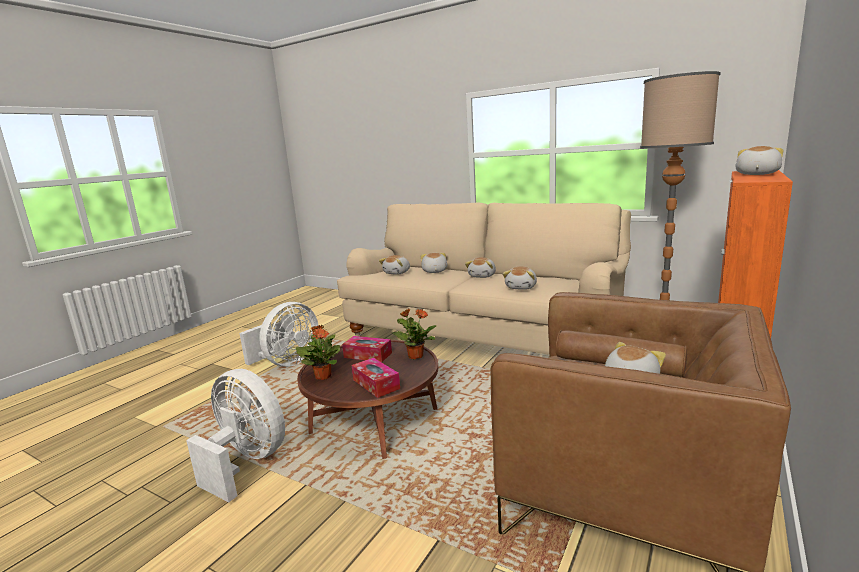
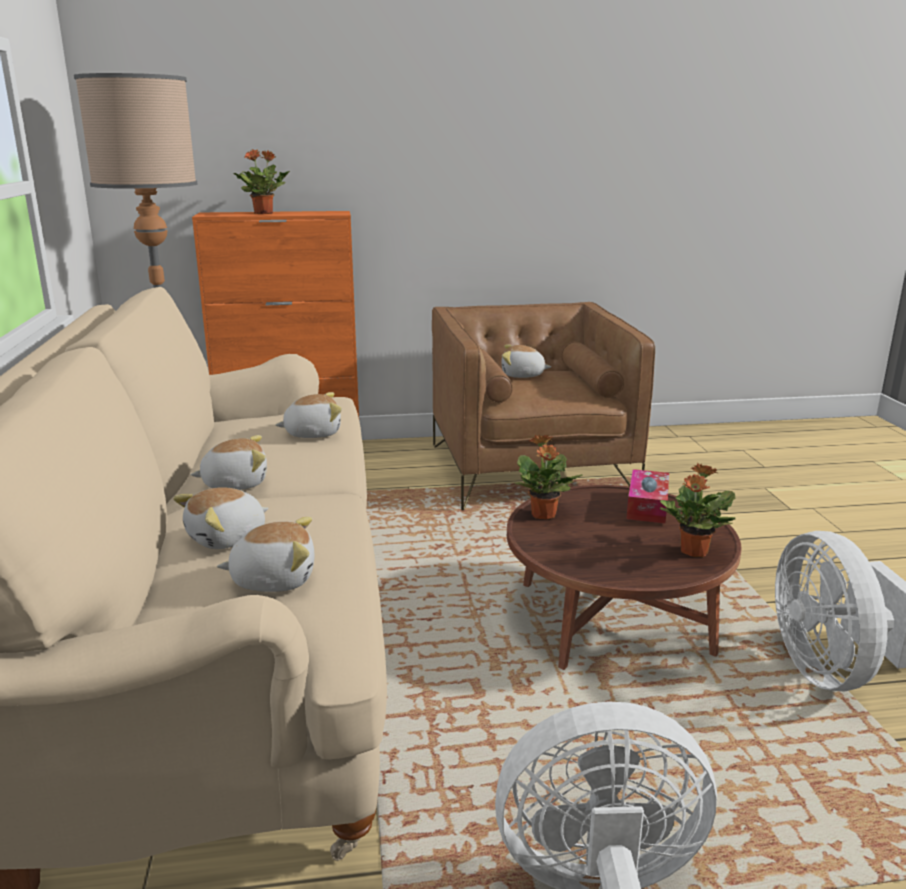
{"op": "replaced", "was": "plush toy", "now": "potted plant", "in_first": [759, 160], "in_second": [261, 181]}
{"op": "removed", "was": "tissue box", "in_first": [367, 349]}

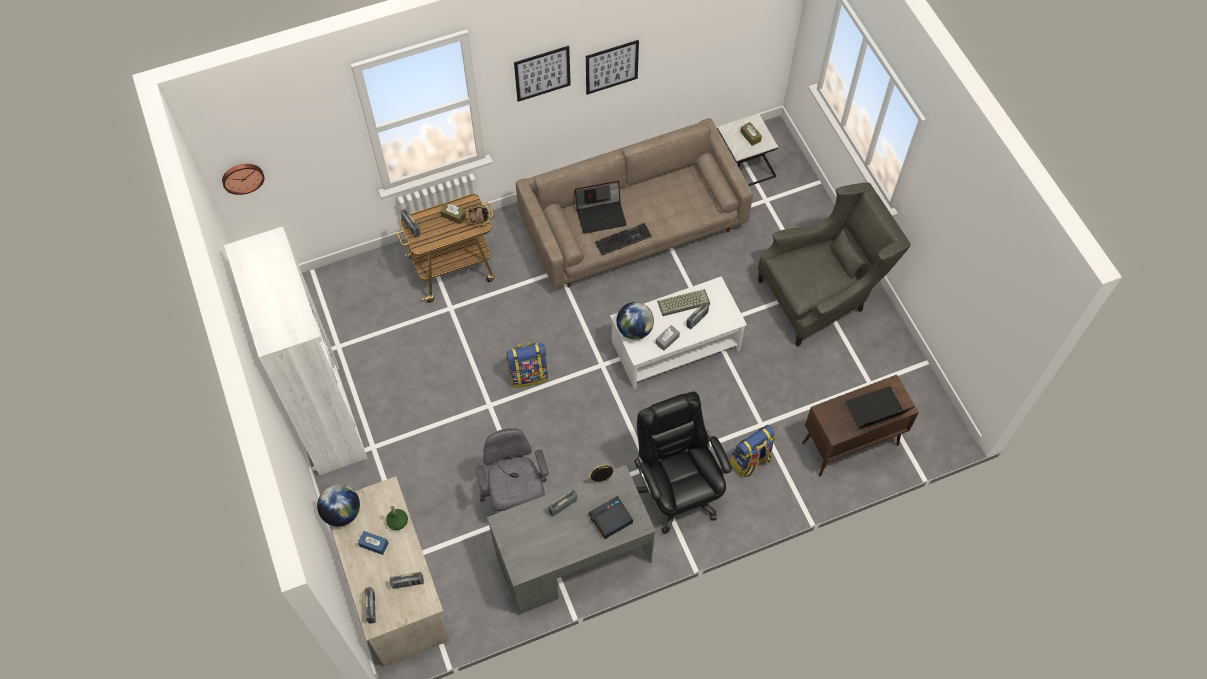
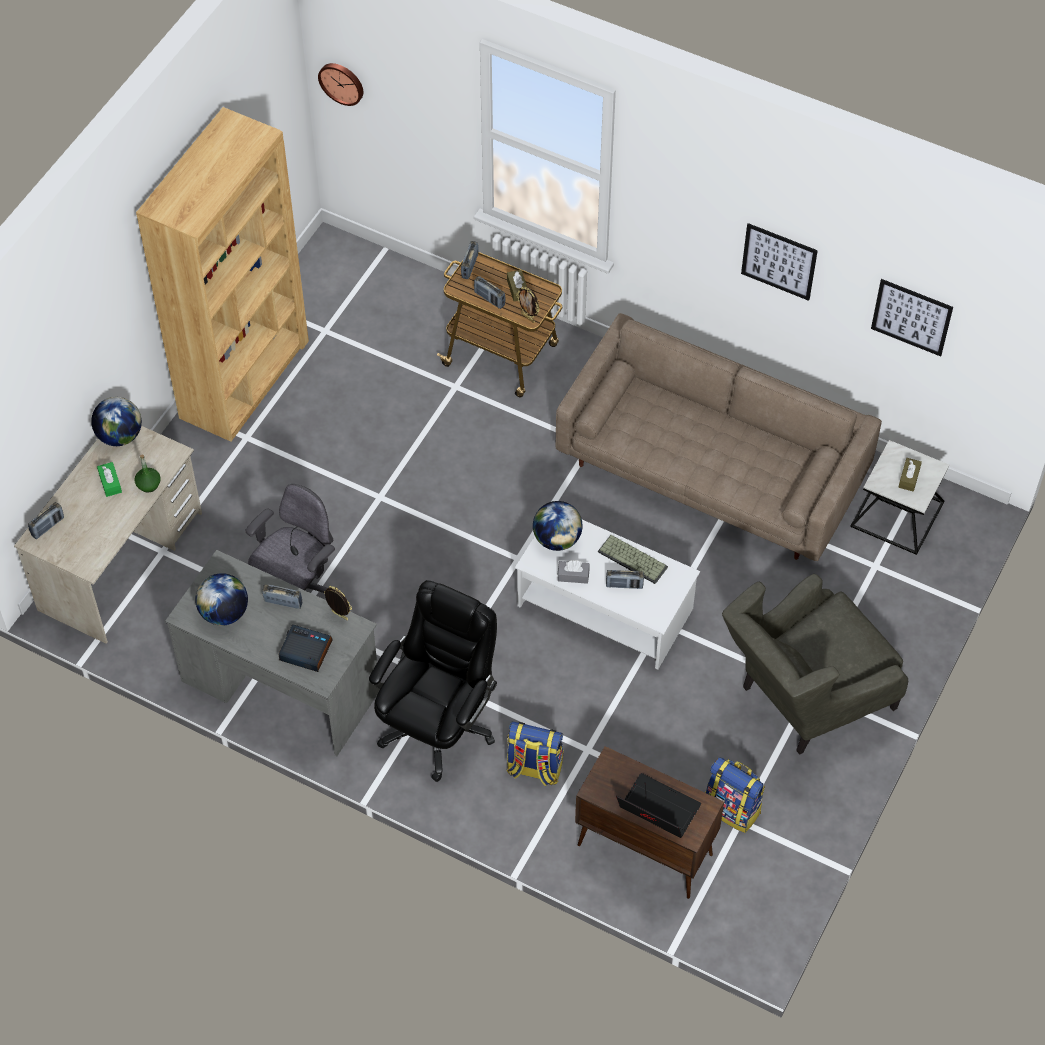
{"op": "recoloured", "was": "tissue box/blue", "now": "tissue box/green", "in_first": [373, 543], "in_second": [109, 479]}
{"op": "recoloured", "was": "bookcase/white", "now": "bookcase/brown", "in_first": [295, 351], "in_second": [222, 274]}
{"op": "added", "now": "globe", "in_second": [221, 599]}
{"op": "moved", "was": "radio", "in_first": [407, 580], "in_second": [489, 292]}
{"op": "moved", "was": "backpack", "in_first": [527, 365], "in_second": [735, 795]}
{"op": "turned", "was": "armchair/grey", "in_first": [834, 264], "in_second": [815, 664], "clockwise": 120}
{"op": "moved", "was": "picture", "in_first": [542, 74], "in_second": [912, 318]}
{"op": "removed", "was": "laptop", "in_first": [601, 207]}
{"op": "removed", "was": "keyboard", "in_first": [623, 239]}

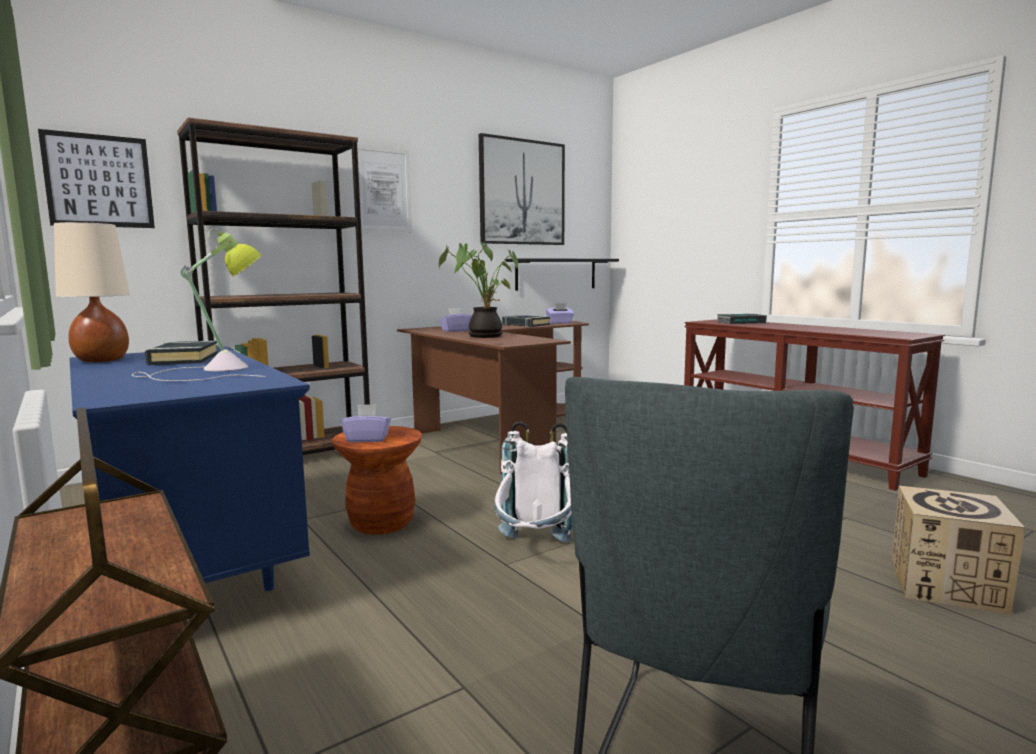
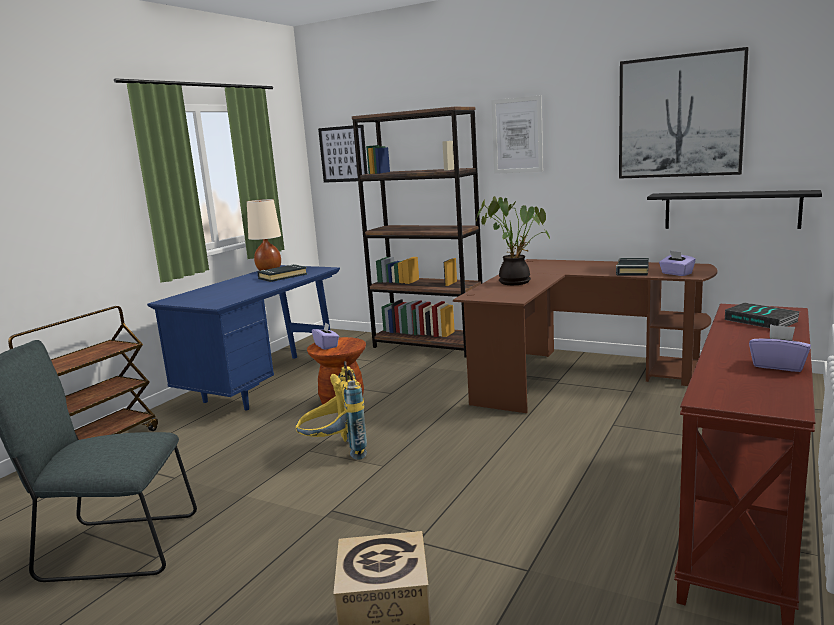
{"op": "recoloured", "was": "backpack/white", "now": "backpack/yellow", "in_first": [533, 482], "in_second": [331, 410]}
{"op": "moved", "was": "tissue box/purple", "in_first": [455, 320], "in_second": [780, 348]}
{"op": "removed", "was": "table lamp", "in_first": [199, 305]}

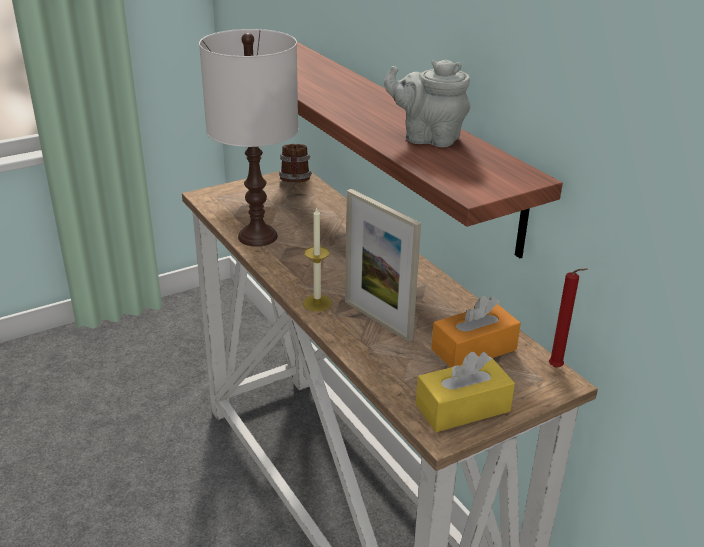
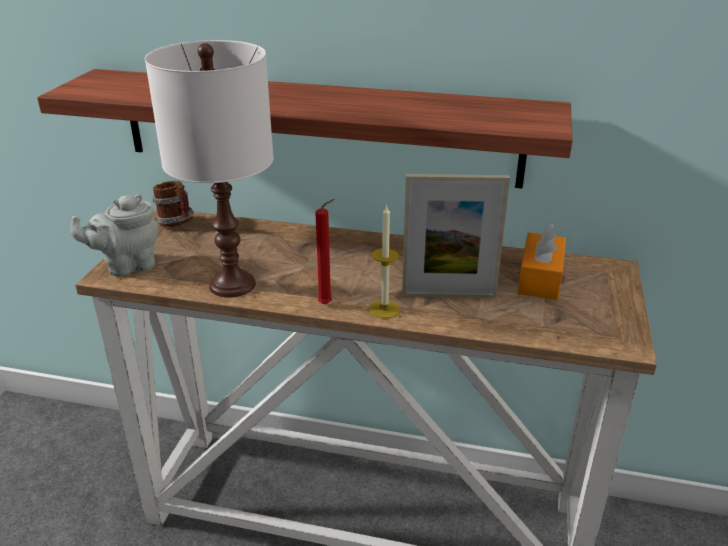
{"op": "moved", "was": "teapot/grey", "in_first": [427, 103], "in_second": [114, 235]}
{"op": "moved", "was": "candle/red", "in_first": [568, 318], "in_second": [325, 251]}
{"op": "removed", "was": "tissue box/yellow", "in_first": [465, 392]}

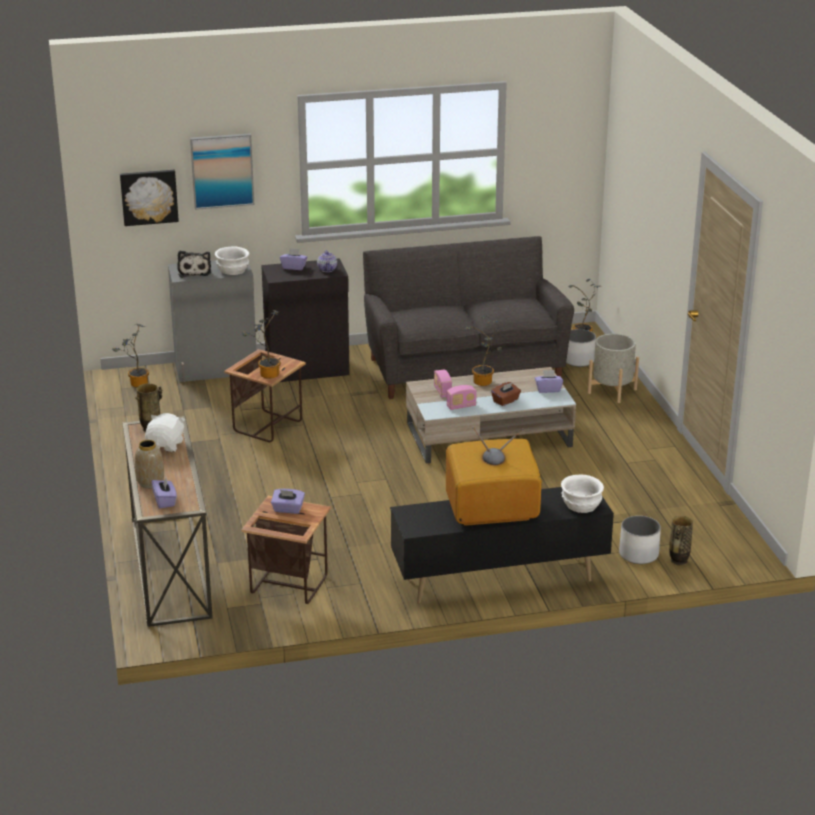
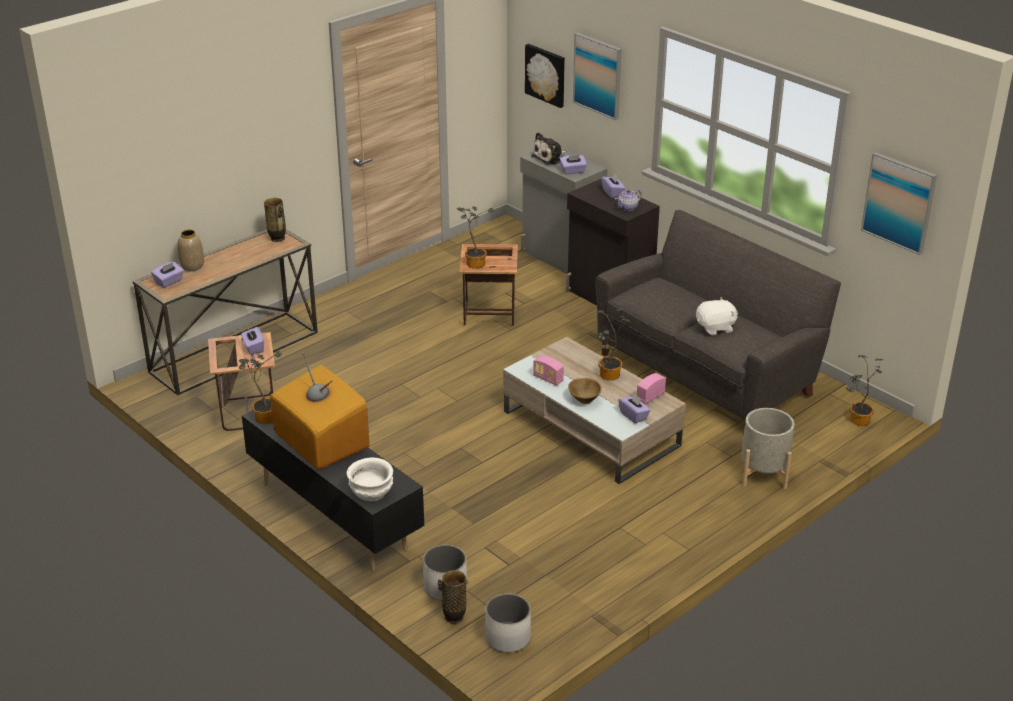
{"op": "moved", "was": "potted plant", "in_first": [130, 355], "in_second": [260, 387]}
{"op": "moved", "was": "planter/white", "in_first": [581, 348], "in_second": [508, 623]}
{"op": "replaced", "was": "bowl/white", "now": "tissue box/purple", "in_first": [232, 260], "in_second": [573, 165]}
{"op": "replaced", "was": "tissue box/brown", "now": "bowl/brown", "in_first": [506, 394], "in_second": [585, 391]}
{"op": "moved", "was": "radio", "in_first": [443, 384], "in_second": [651, 389]}
{"op": "moved", "was": "plush toy/white", "in_first": [165, 432], "in_second": [717, 316]}
{"op": "added", "now": "picture", "in_second": [899, 203]}

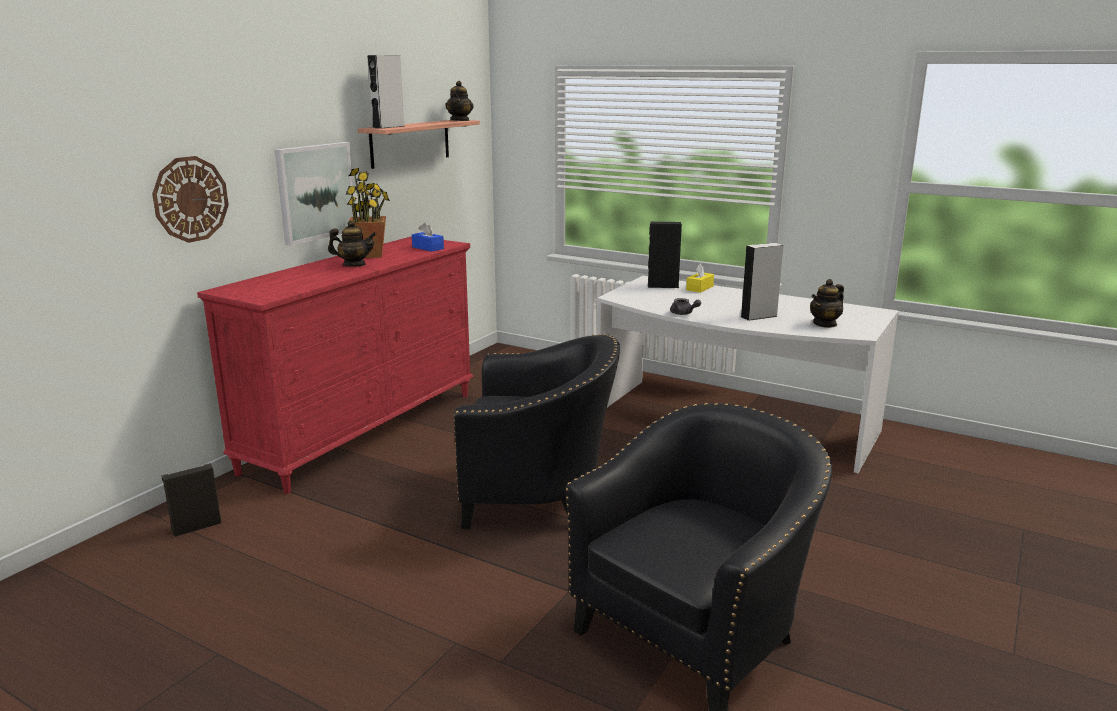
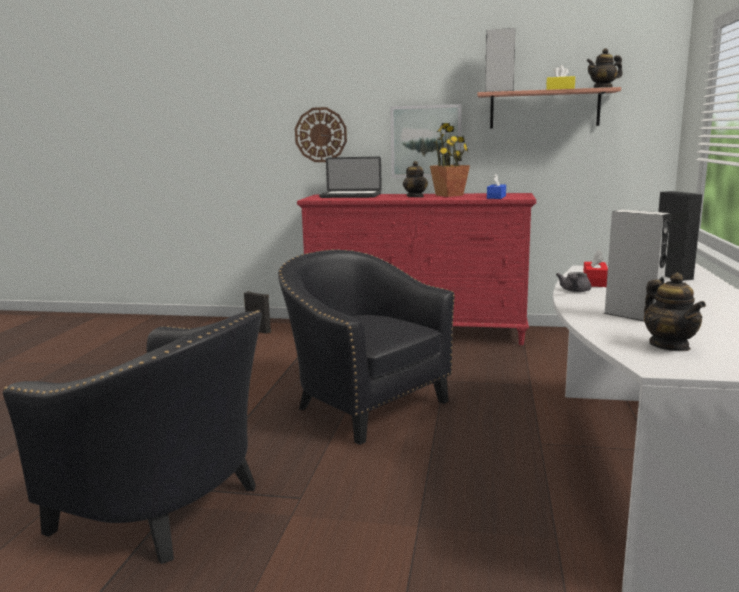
{"op": "turned", "was": "armchair/black", "in_first": [537, 431], "in_second": [366, 347], "clockwise": 150}
{"op": "added", "now": "laptop", "in_second": [350, 177]}
{"op": "moved", "was": "tissue box/yellow", "in_first": [700, 278], "in_second": [560, 77]}
{"op": "added", "now": "tissue box/red", "in_second": [595, 268]}
{"op": "turned", "was": "teapot", "in_first": [827, 303], "in_second": [675, 312], "clockwise": -135}

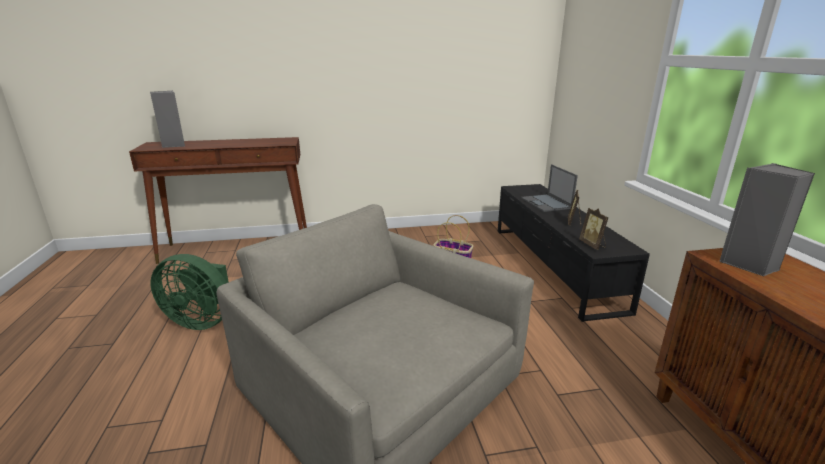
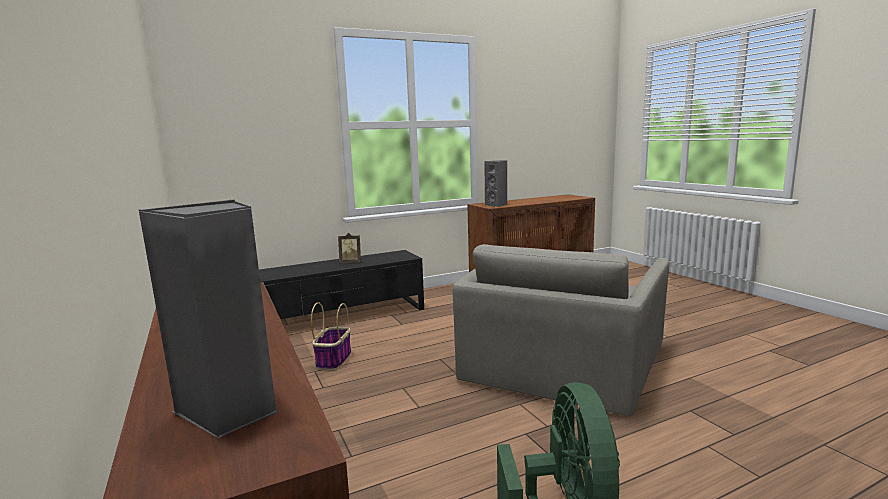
{"op": "removed", "was": "laptop", "in_first": [549, 188]}
{"op": "removed", "was": "picture frame", "in_first": [594, 229]}

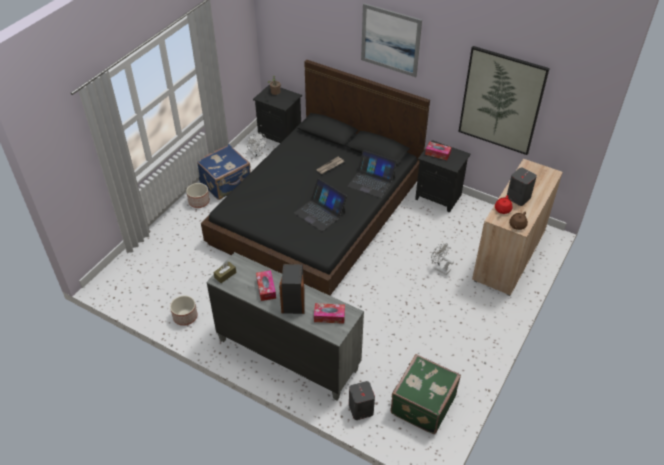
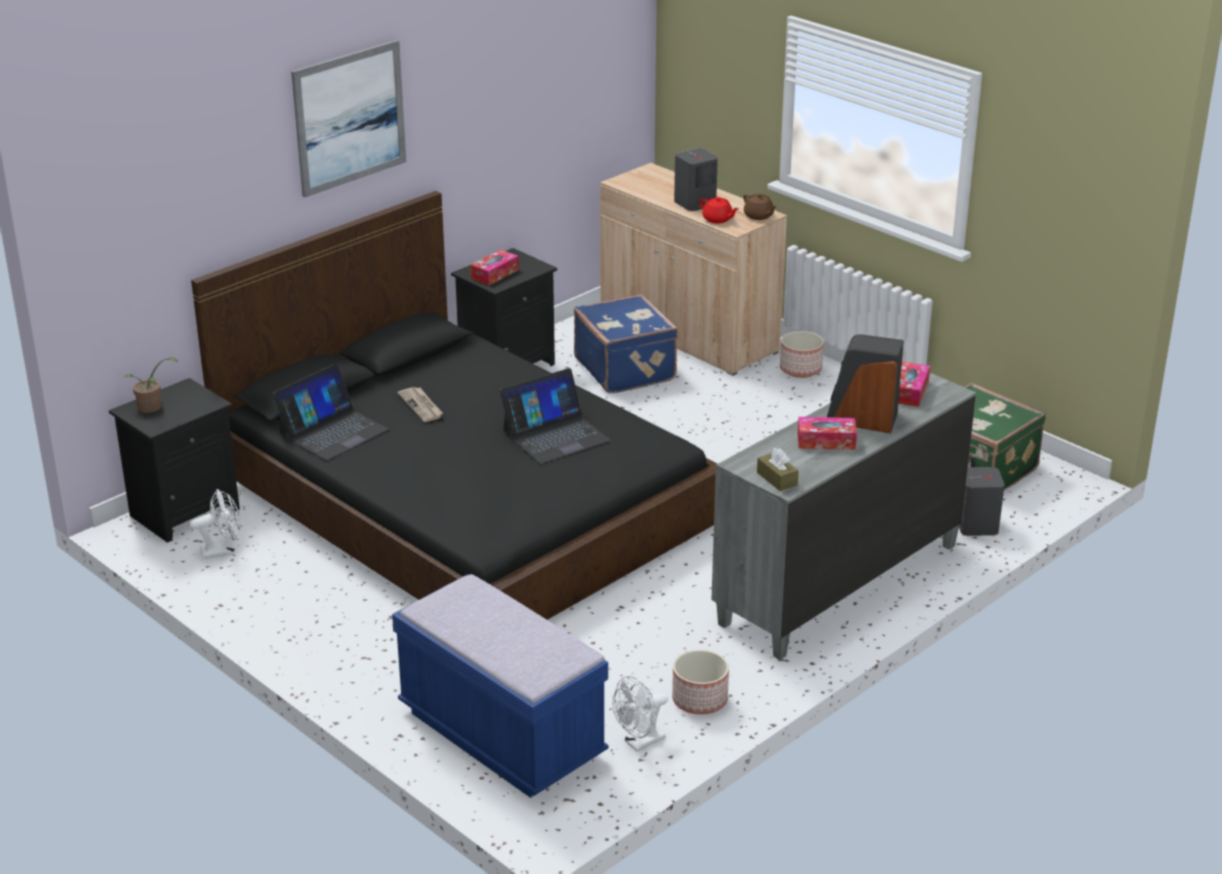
{"op": "moved", "was": "laptop", "in_first": [372, 174], "in_second": [331, 412]}
{"op": "added", "now": "bench/blue", "in_second": [500, 686]}
{"op": "moved", "was": "suitcase/blue", "in_first": [224, 172], "in_second": [626, 344]}
{"op": "moved", "was": "fan/white", "in_first": [442, 259], "in_second": [640, 714]}
{"op": "moved", "was": "planter", "in_first": [198, 195], "in_second": [802, 354]}
{"op": "removed", "was": "picture", "in_first": [504, 100]}

